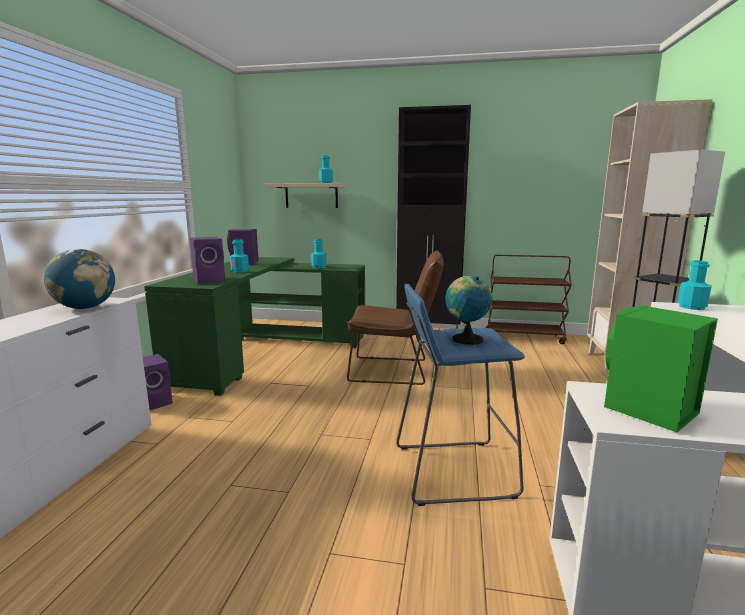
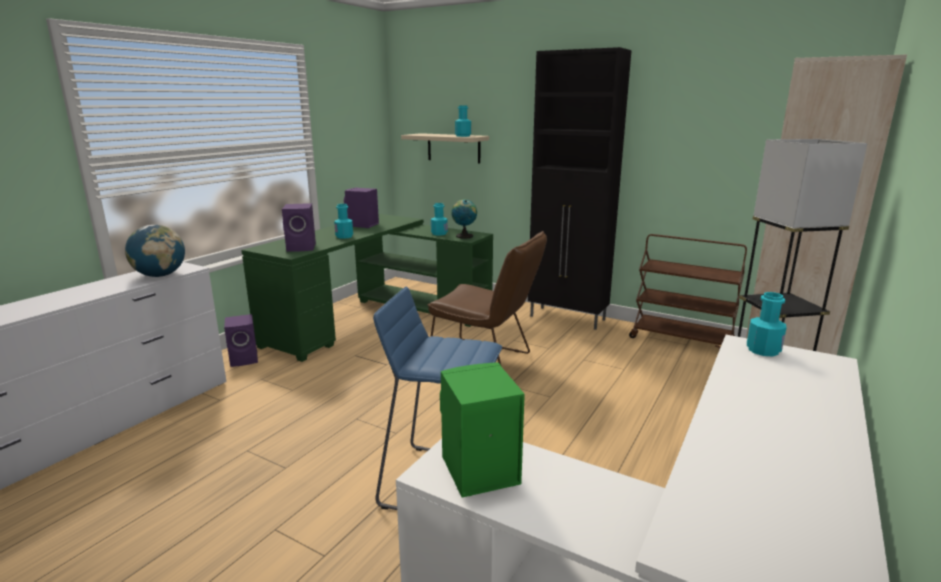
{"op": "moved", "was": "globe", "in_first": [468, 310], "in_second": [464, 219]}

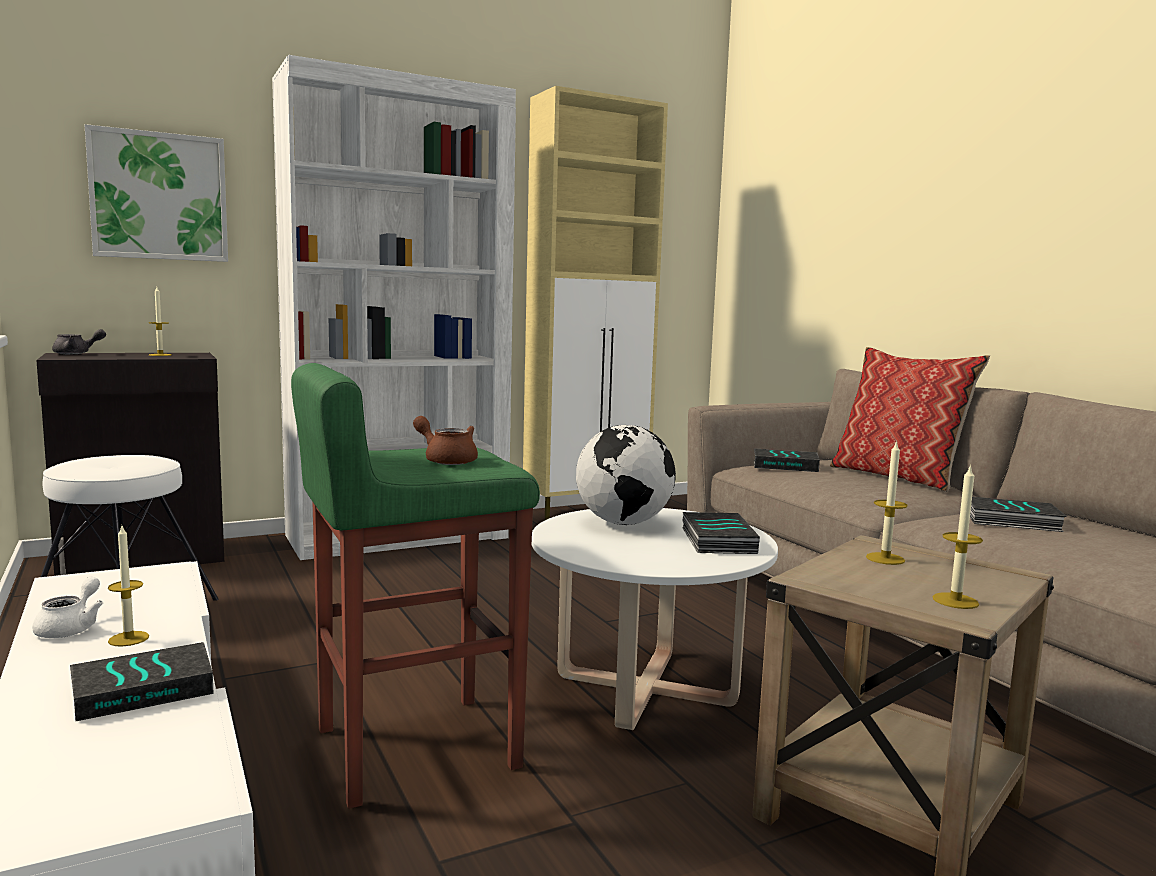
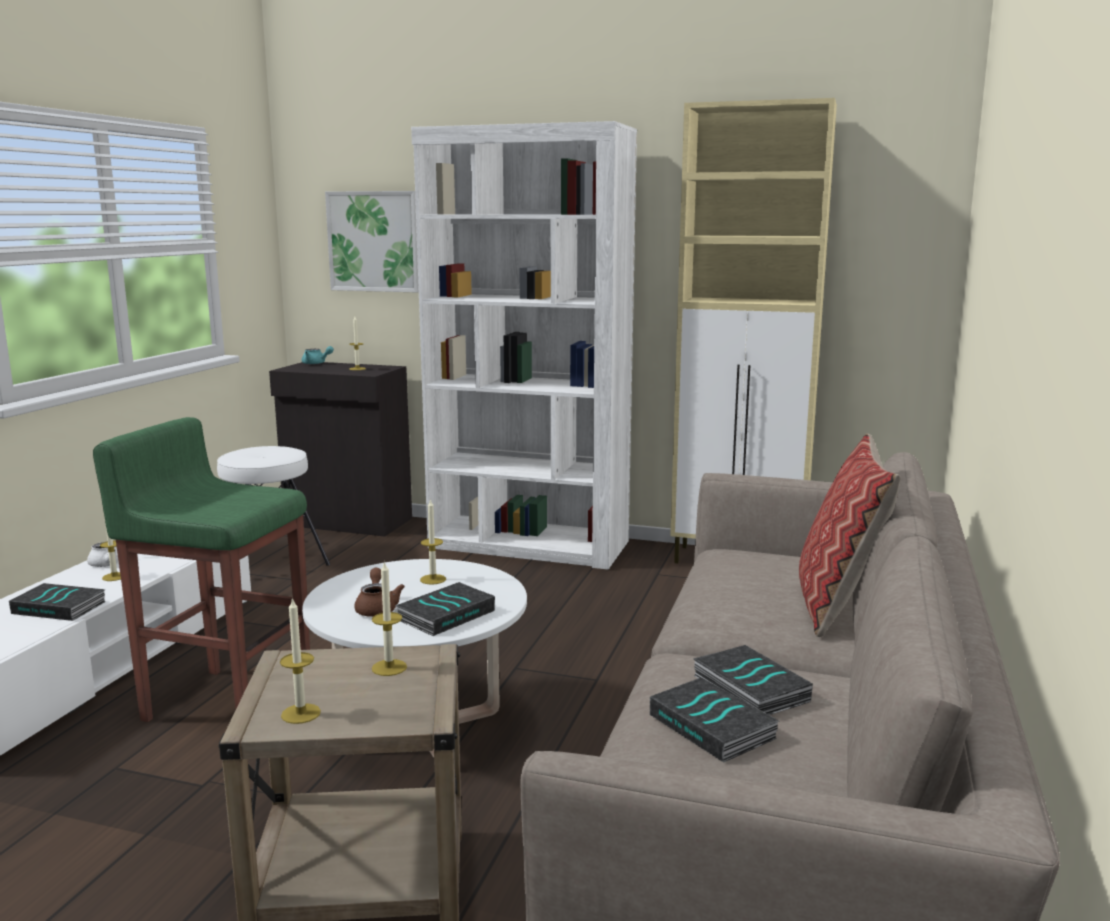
{"op": "recoloured", "was": "teapot/grey", "now": "teapot/turquoise", "in_first": [79, 341], "in_second": [318, 355]}
{"op": "moved", "was": "teapot/brown", "in_first": [445, 440], "in_second": [380, 592]}
{"op": "replaced", "was": "globe", "now": "candle", "in_first": [626, 475], "in_second": [433, 542]}
{"op": "moved", "was": "book", "in_first": [787, 460], "in_second": [714, 719]}

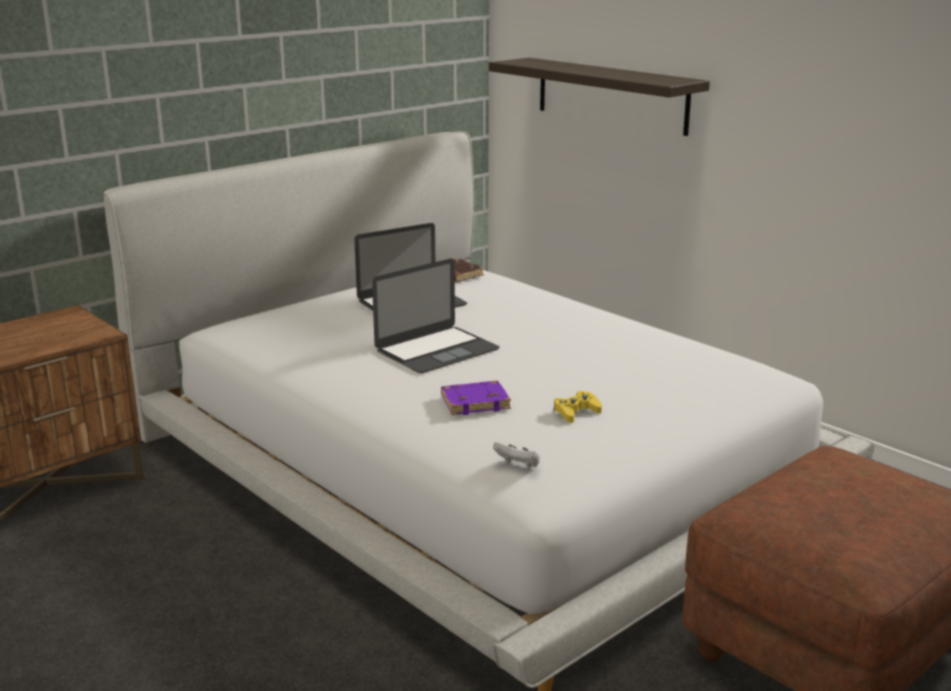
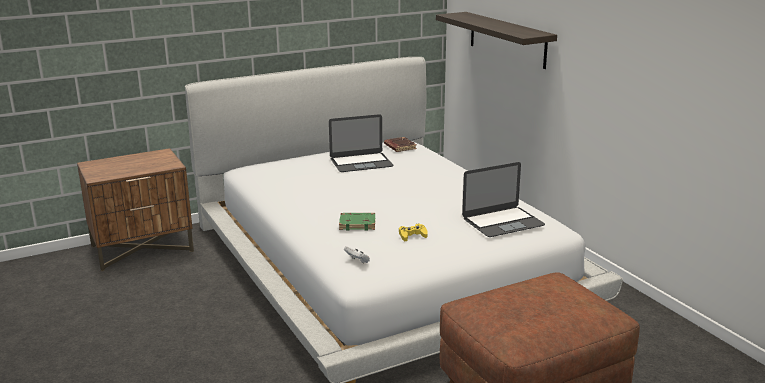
{"op": "recoloured", "was": "book/purple", "now": "book/green", "in_first": [476, 398], "in_second": [357, 221]}
{"op": "moved", "was": "laptop", "in_first": [435, 315], "in_second": [503, 199]}

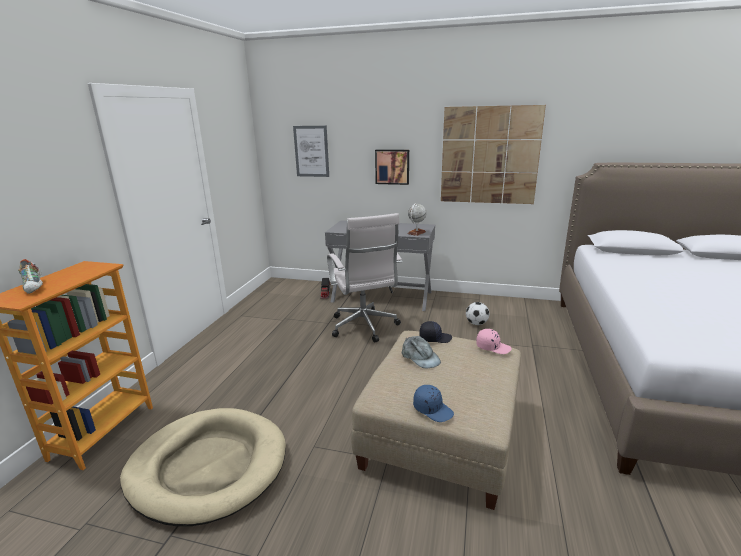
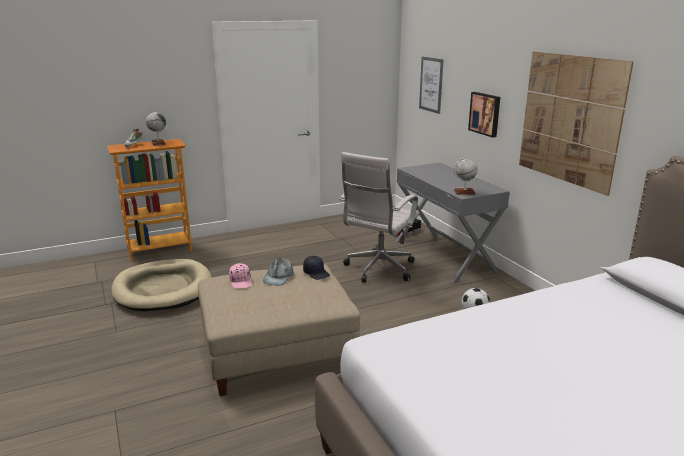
{"op": "added", "now": "globe", "in_second": [156, 128]}
{"op": "moved", "was": "cap/pink", "in_first": [493, 341], "in_second": [240, 276]}
{"op": "removed", "was": "cap/blue", "in_first": [433, 403]}

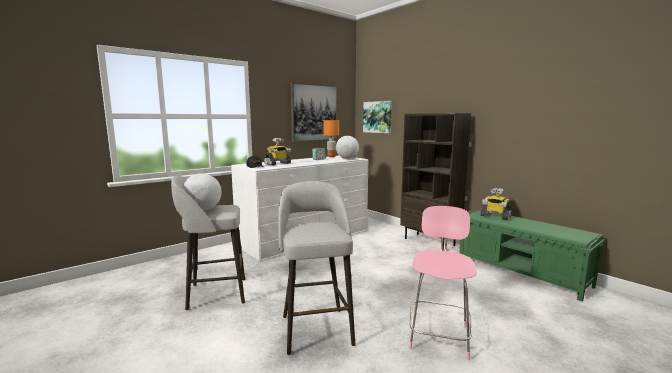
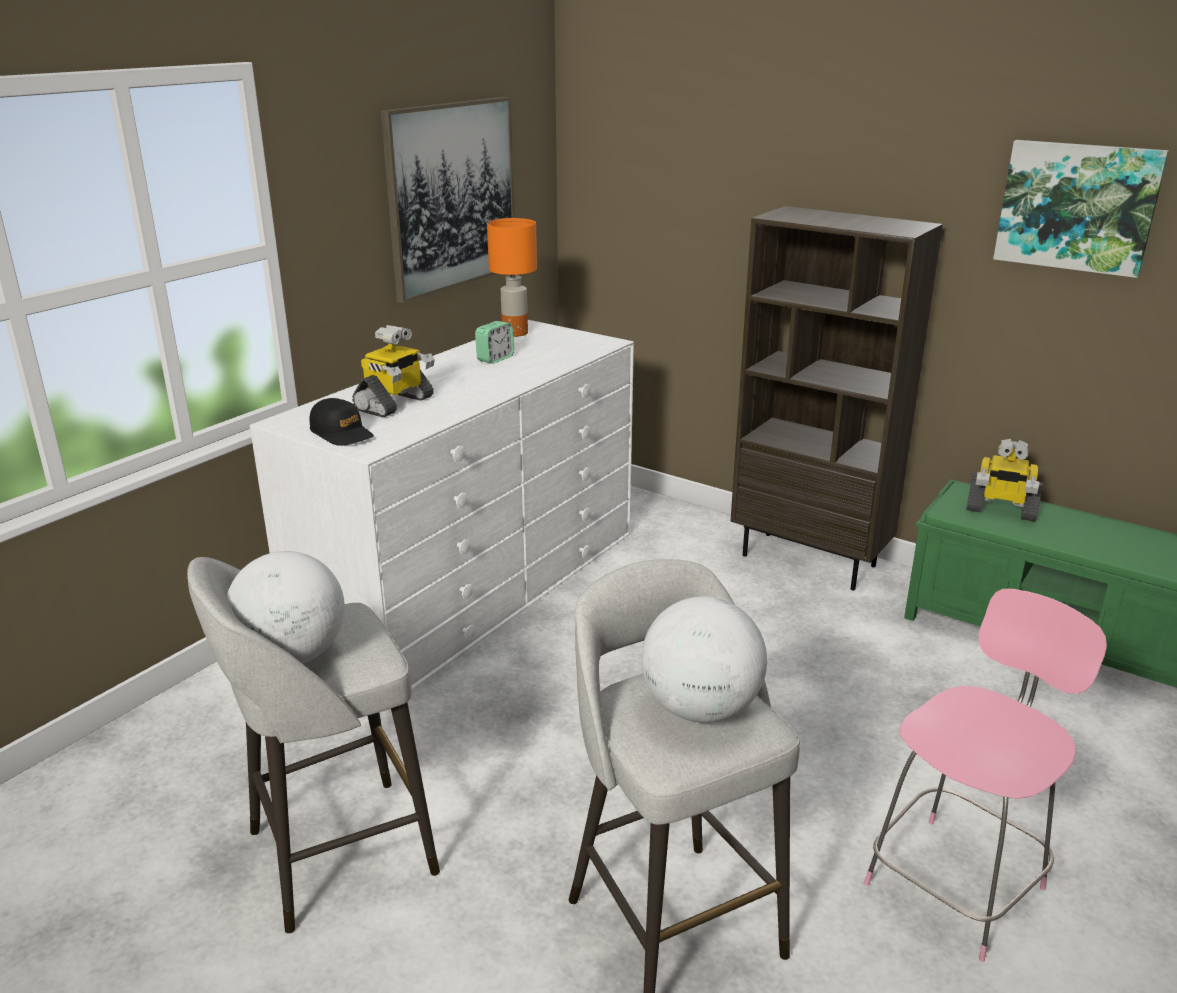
{"op": "moved", "was": "globe", "in_first": [347, 147], "in_second": [704, 659]}
{"op": "turned", "was": "chair/pink", "in_first": [443, 283], "in_second": [985, 775], "clockwise": 45}
{"op": "moved", "was": "picture", "in_first": [377, 117], "in_second": [1081, 209]}

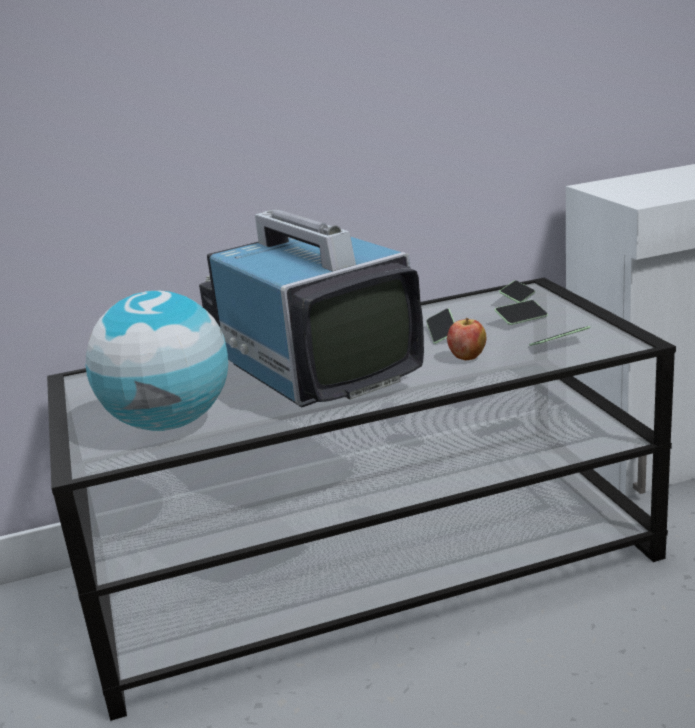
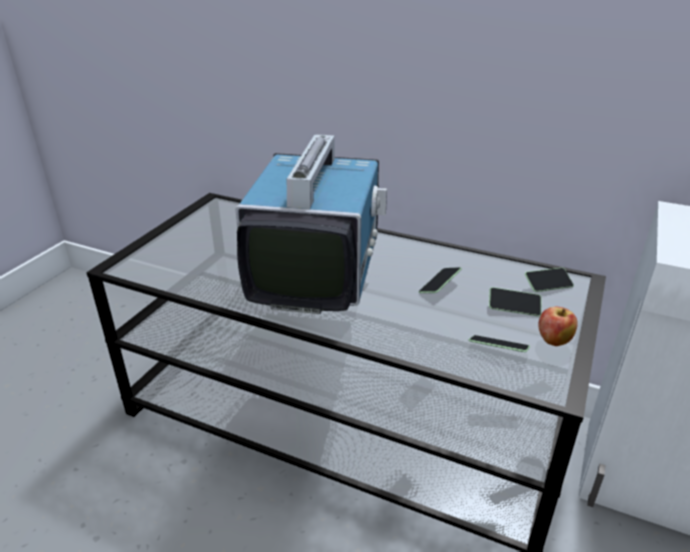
{"op": "moved", "was": "apple", "in_first": [466, 339], "in_second": [558, 326]}
{"op": "removed", "was": "globe", "in_first": [157, 361]}

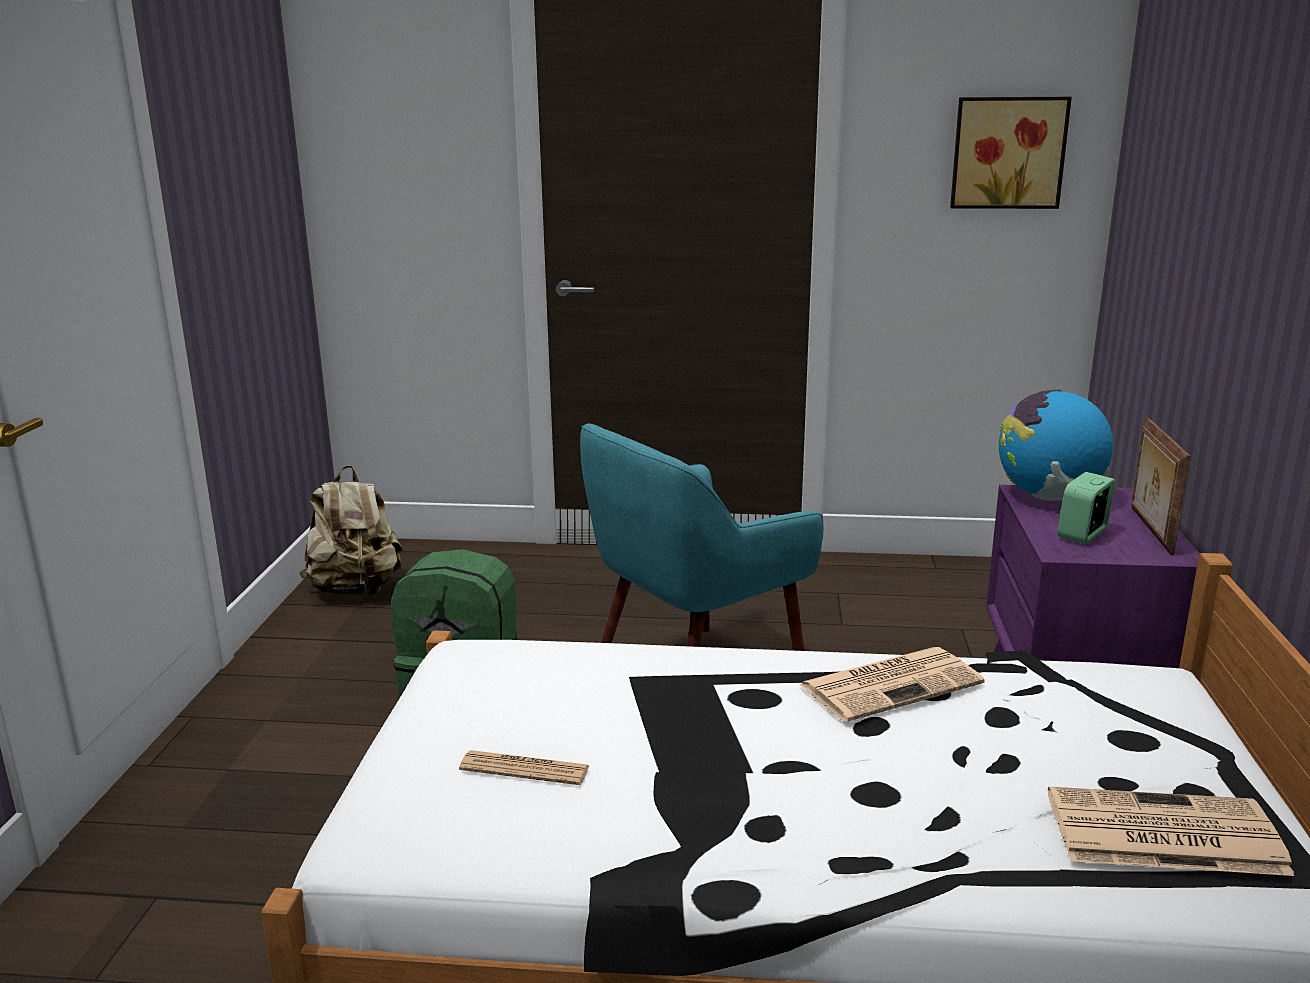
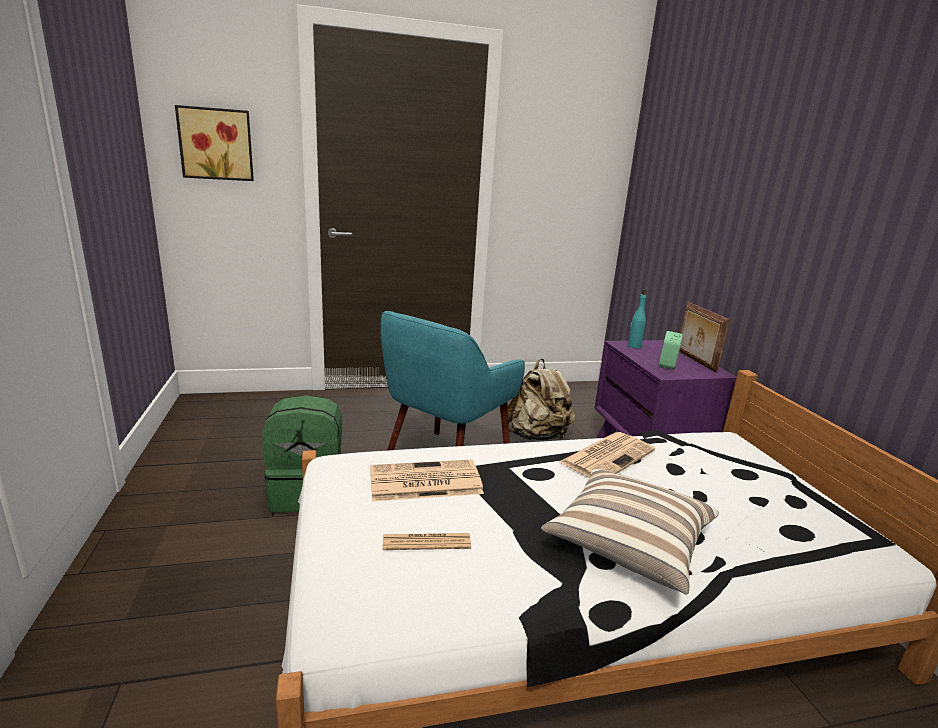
{"op": "moved", "was": "picture", "in_first": [1011, 153], "in_second": [214, 143]}
{"op": "moved", "was": "newspaper", "in_first": [1171, 831], "in_second": [427, 480]}
{"op": "moved", "was": "backpack/beige", "in_first": [351, 530], "in_second": [541, 399]}
{"op": "added", "now": "pillow", "in_second": [630, 532]}
{"op": "replaced", "was": "globe", "now": "bottle/turquoise", "in_first": [1055, 445], "in_second": [637, 318]}

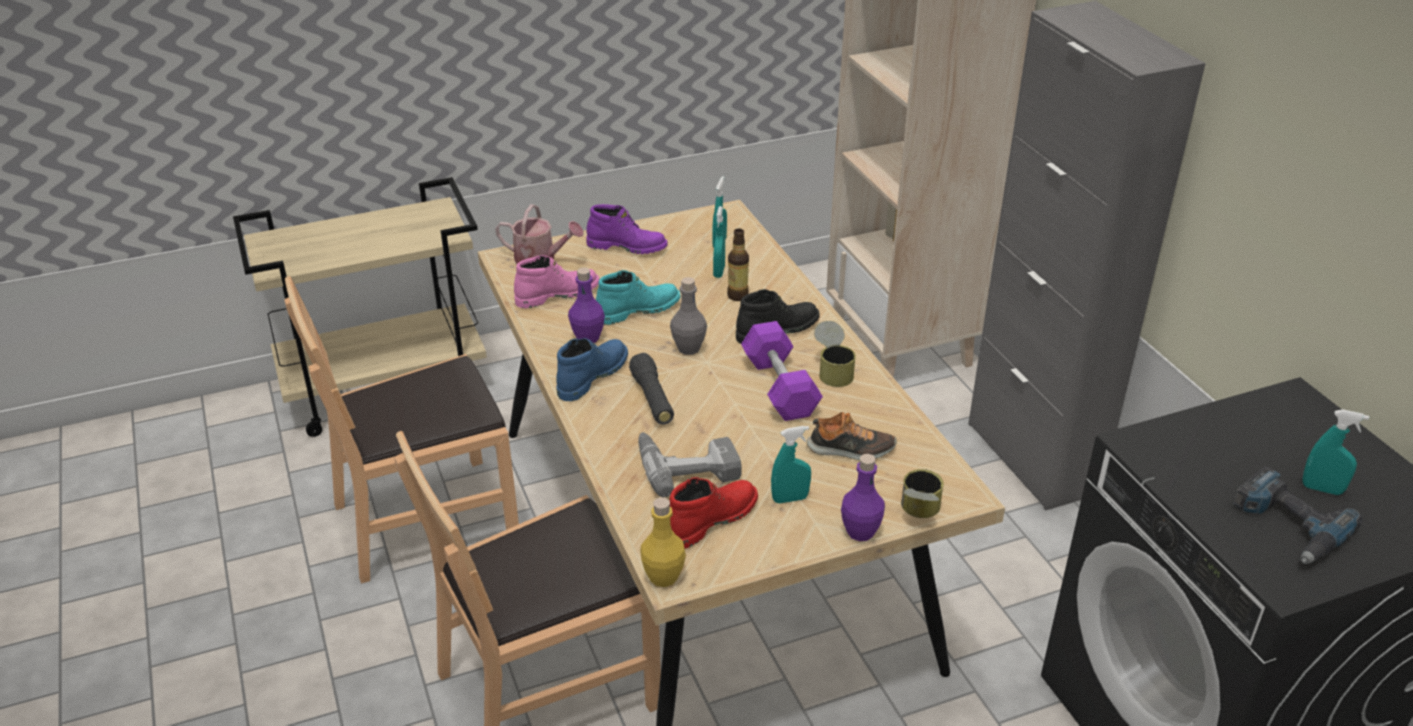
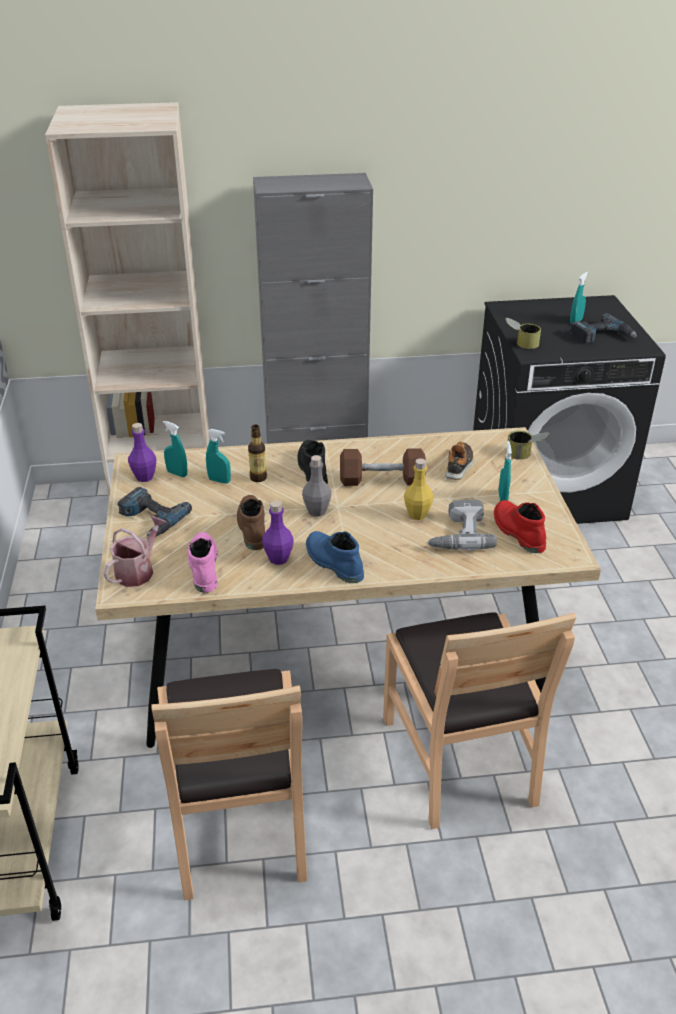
{"op": "replaced", "was": "boot/purple", "now": "power drill", "in_first": [627, 229], "in_second": [155, 512]}
{"op": "moved", "was": "bottle/purple", "in_first": [863, 497], "in_second": [142, 452]}
{"op": "recoloured", "was": "boot/turquoise", "now": "boot/brown", "in_first": [638, 297], "in_second": [251, 522]}
{"op": "recoloured", "was": "dumbbell/purple", "now": "dumbbell/brown", "in_first": [782, 371], "in_second": [383, 467]}
{"op": "moved", "was": "bottle/yellow", "in_first": [663, 542], "in_second": [419, 489]}
{"op": "moved", "was": "can", "in_first": [835, 354], "in_second": [523, 333]}
{"op": "removed", "was": "flashlight/black", "in_first": [651, 389]}

